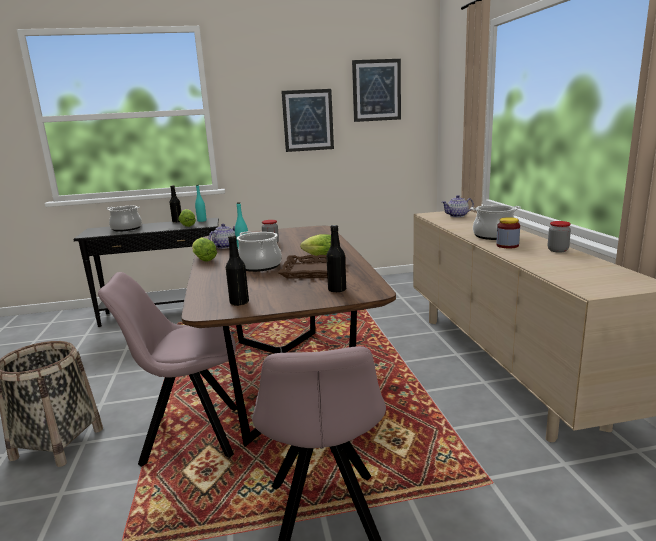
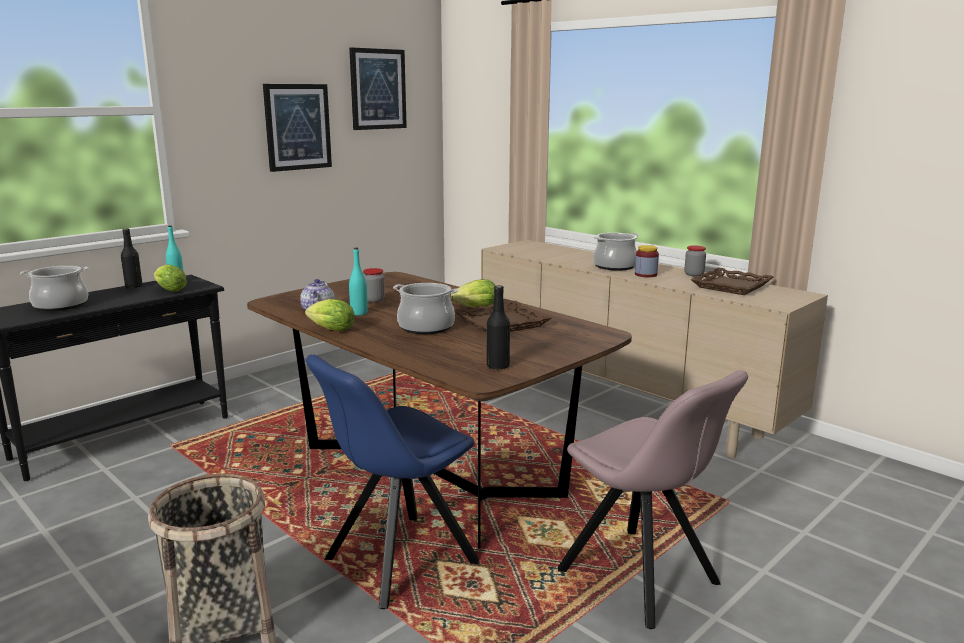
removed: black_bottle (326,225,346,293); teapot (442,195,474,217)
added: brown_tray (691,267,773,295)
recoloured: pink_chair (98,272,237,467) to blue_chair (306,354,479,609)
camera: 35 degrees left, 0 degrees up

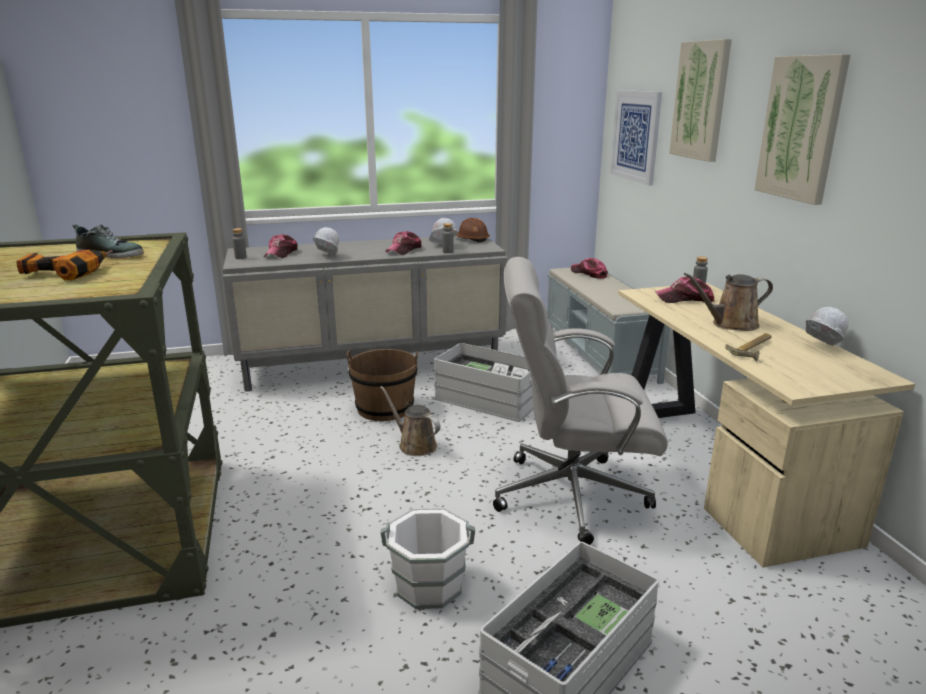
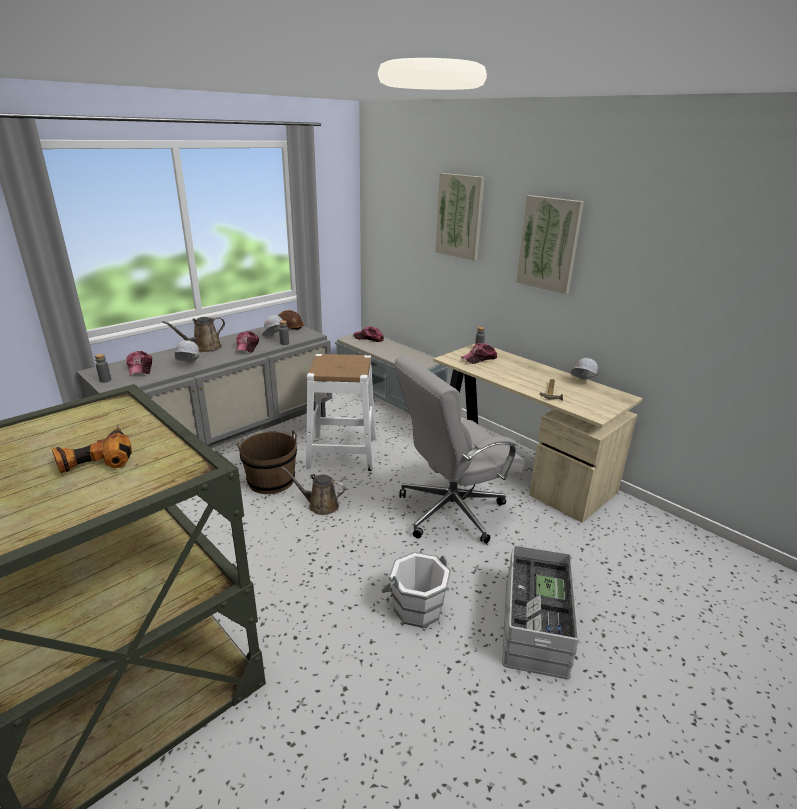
removed: shoe (72,224,144,258); picture (610,90,662,186)
moved: brown_watering_can (684,273,773,331) to (163,317,225,352)
replaced: grey_storage_box (434,343,534,422) to white_stool (306,354,376,471)
camera: 30 degrees left, 5 degrees up

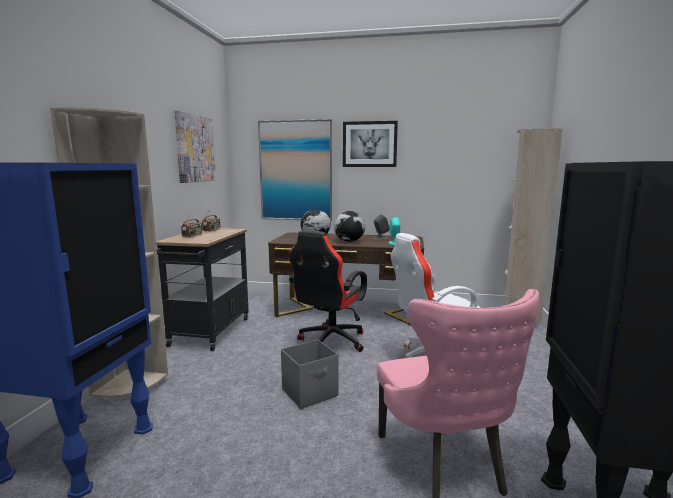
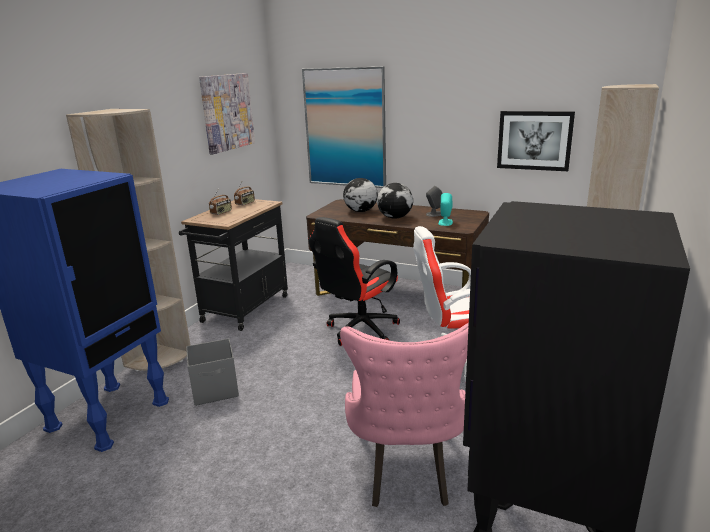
moved: grey_storage_box (281,339,338,409) to (186,338,239,406); picture (343,121,398,167) to (497,111,575,171)
camera: 15 degrees right, 10 degrees up

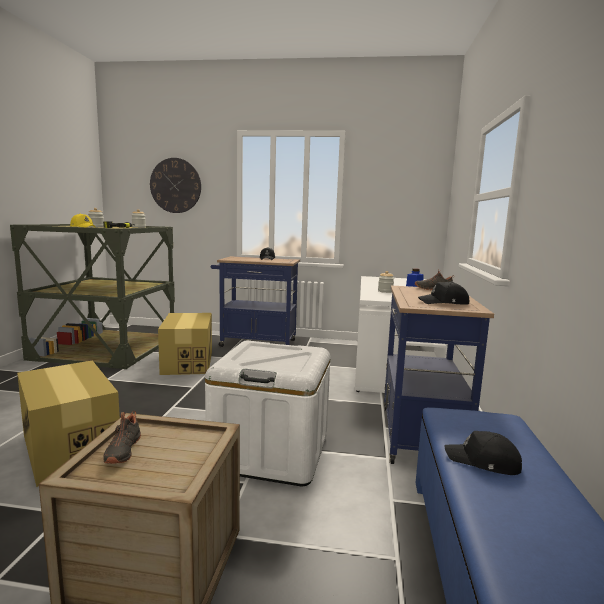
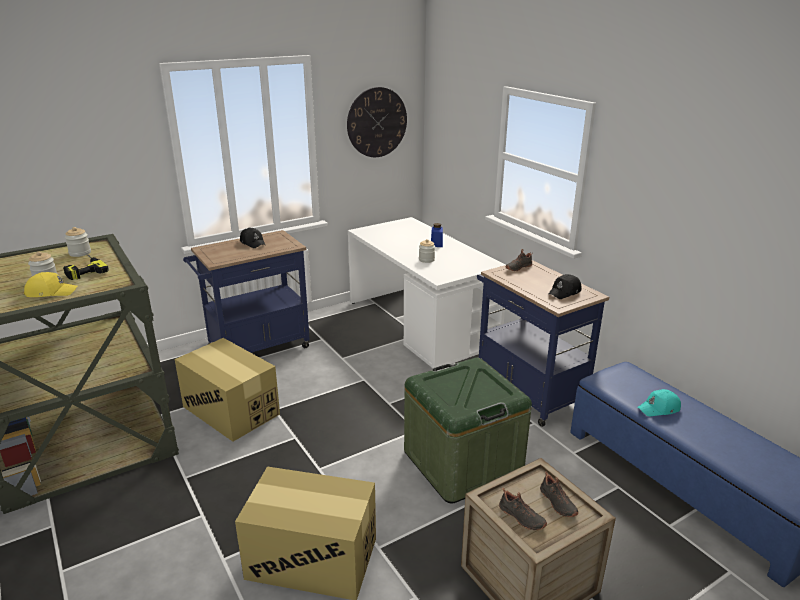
added: black_shoe (540,471,578,517)
moved: wall_clock (150,158,201,213) to (347,87,407,157)
recoloured: white_storage_box (205,341,330,486) to green_storage_box (404,357,532,503); black_cap (444,431,522,475) to turquoise_cap (638,389,681,416)
camera: 40 degrees left, 15 degrees up

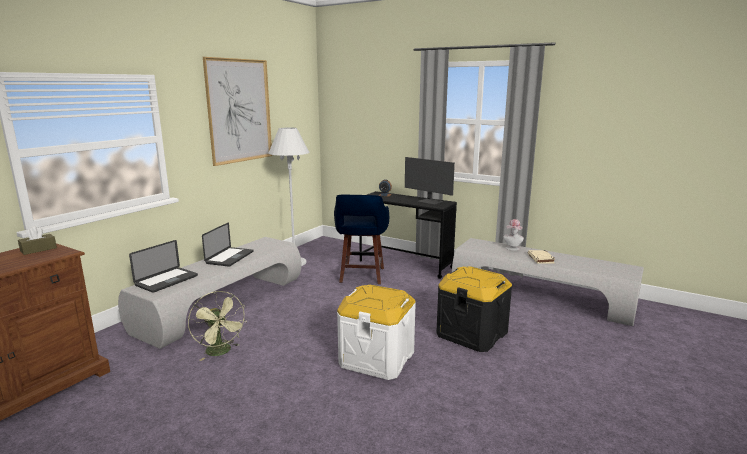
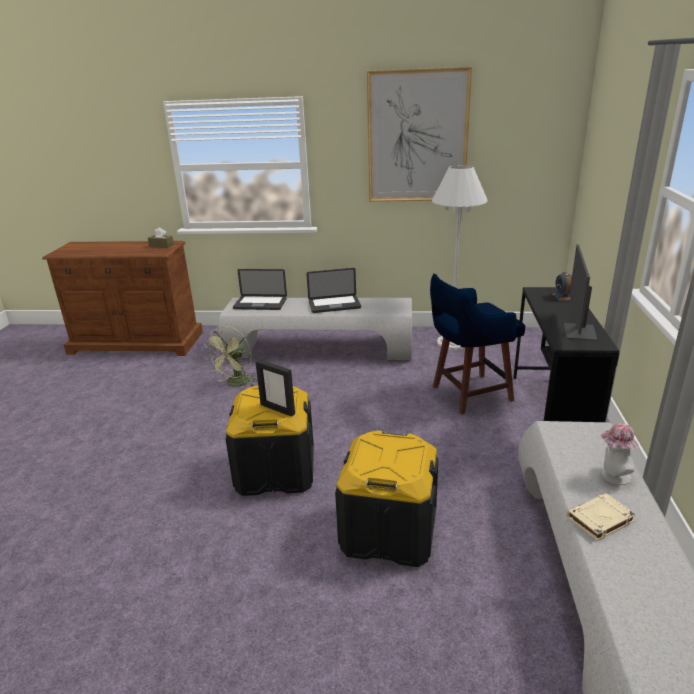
added: picture_frame (255,360,295,417)
recoloured: white_storage_box (337,285,416,380) to black_storage_box (226,385,314,496)
camera: 65 degrees right, 10 degrees up

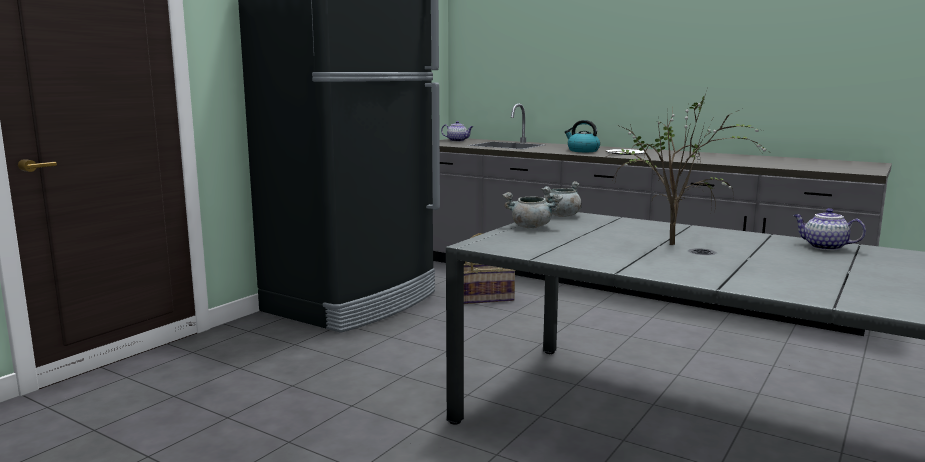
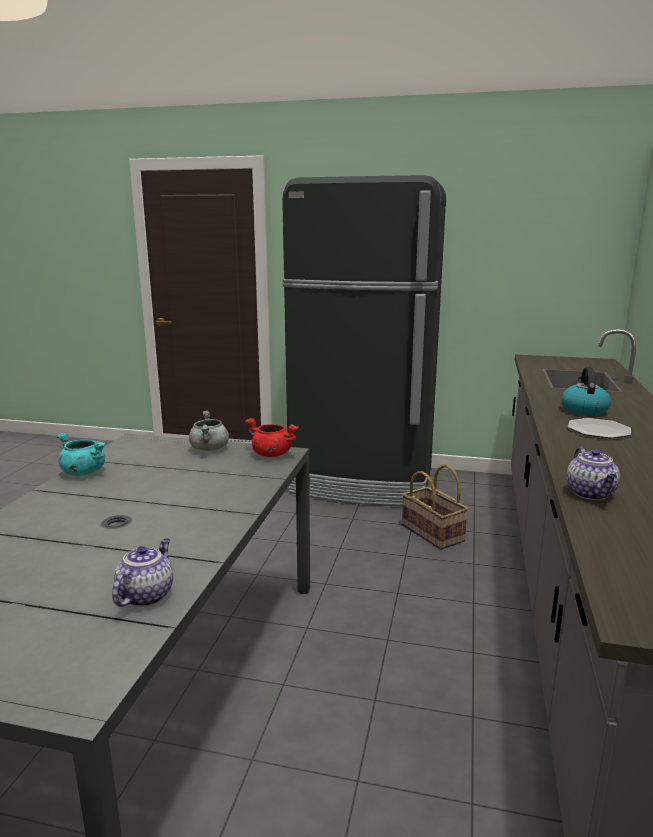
removed: potted_plant (606,94,768,245)
added: turquoise_cooking_pot (57,433,106,476)
moved: teapot (441,121,473,142) to (567,447,620,500)
recoloured: grey_cooking_pot (541,181,582,217) to red_cooking_pot (245,418,299,457)
camera: 70 degrees right, 5 degrees up

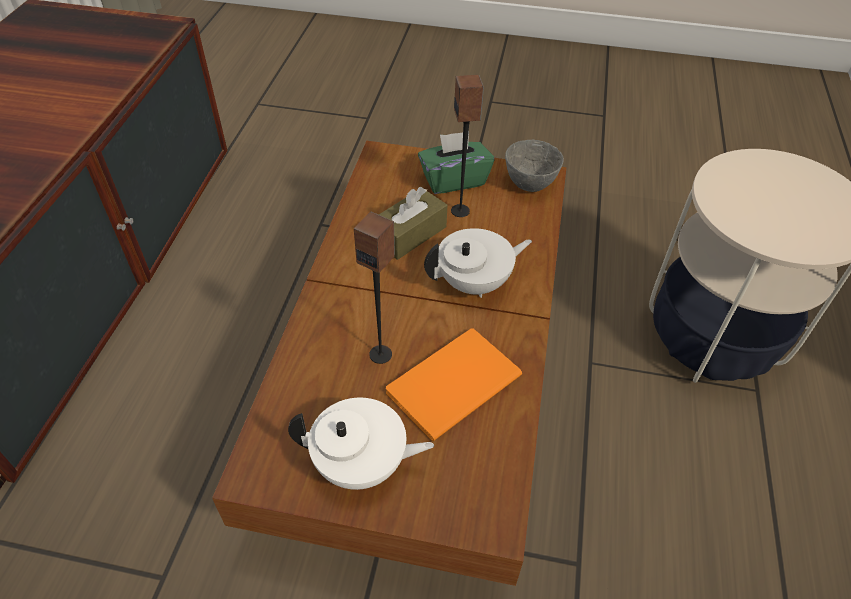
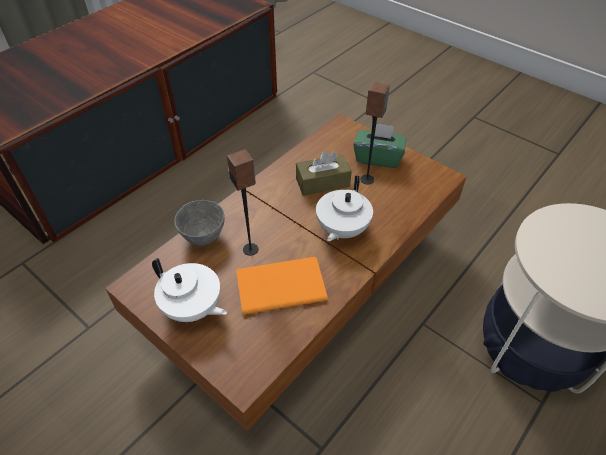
moved: grey_bowl (505,140,564,192) to (174,200,225,245)
turned: white_teapot (424,228,532,298) = (316,175,373,242) 105 degrees clockwise
camera: 30 degrees right, 0 degrees up

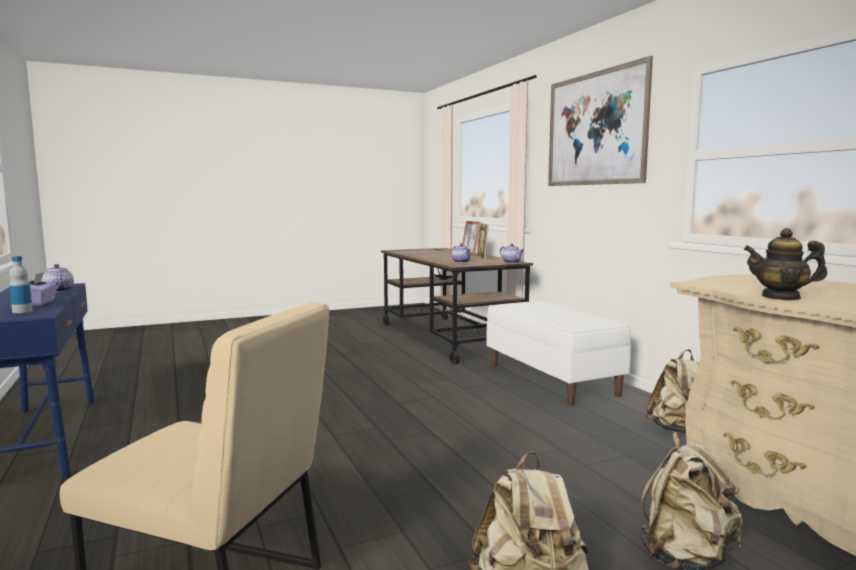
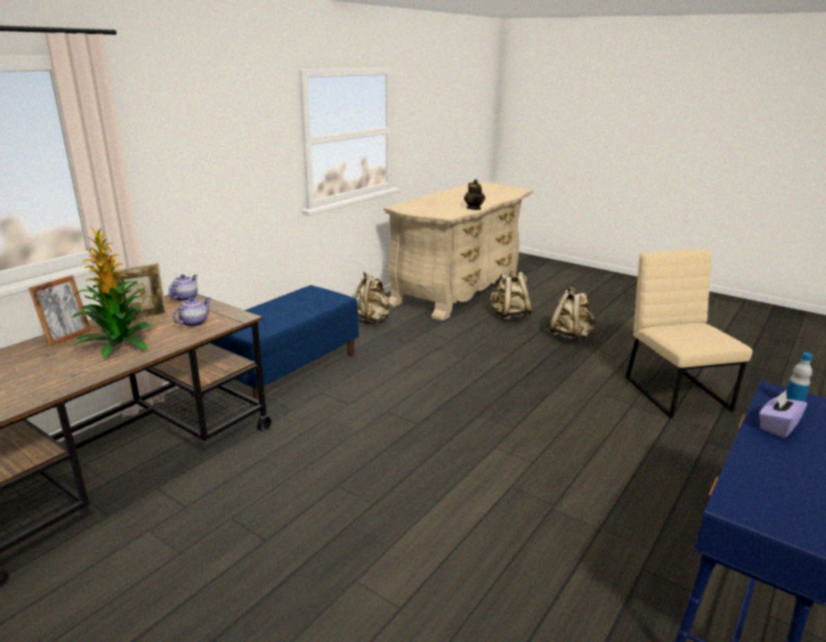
removed: teapot (41,264,74,292); picture (548,56,653,186)
added: potted_plant (71,227,156,358)
recoloured: white_bench (486,301,631,406) to blue_bench (211,285,359,401)
camera: 120 degrees left, 15 degrees up

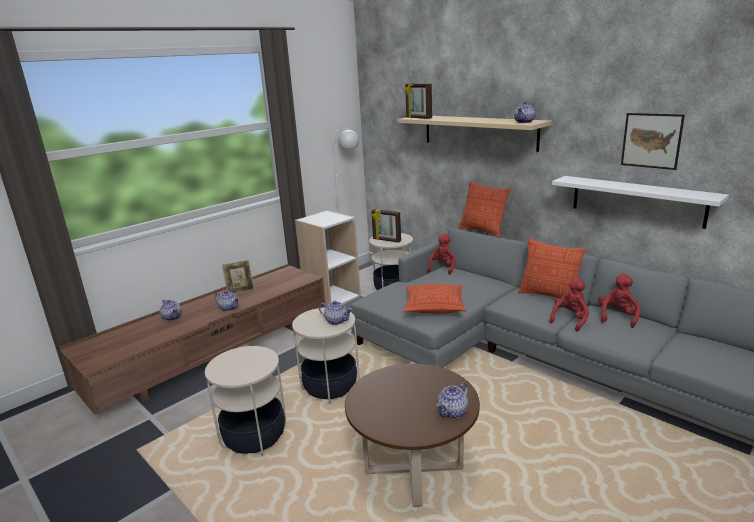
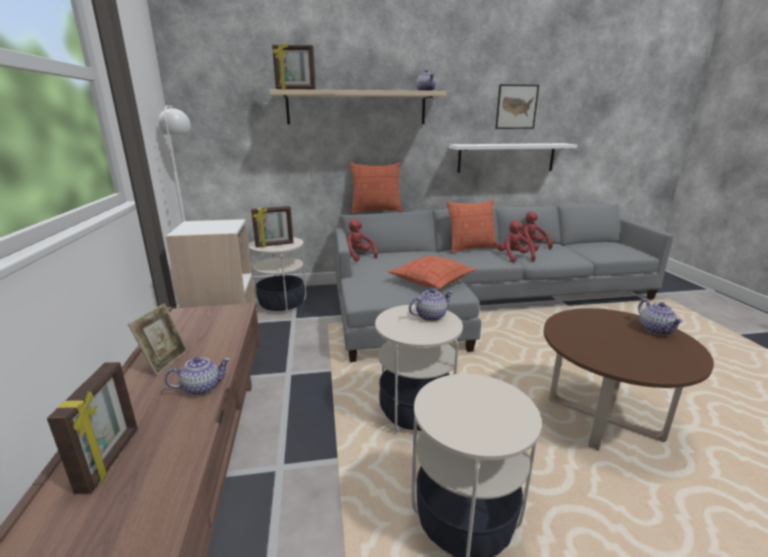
replaced: teapot (160,300,182,321) to picture_frame (47,362,138,494)
camera: 55 degrees left, 0 degrees up

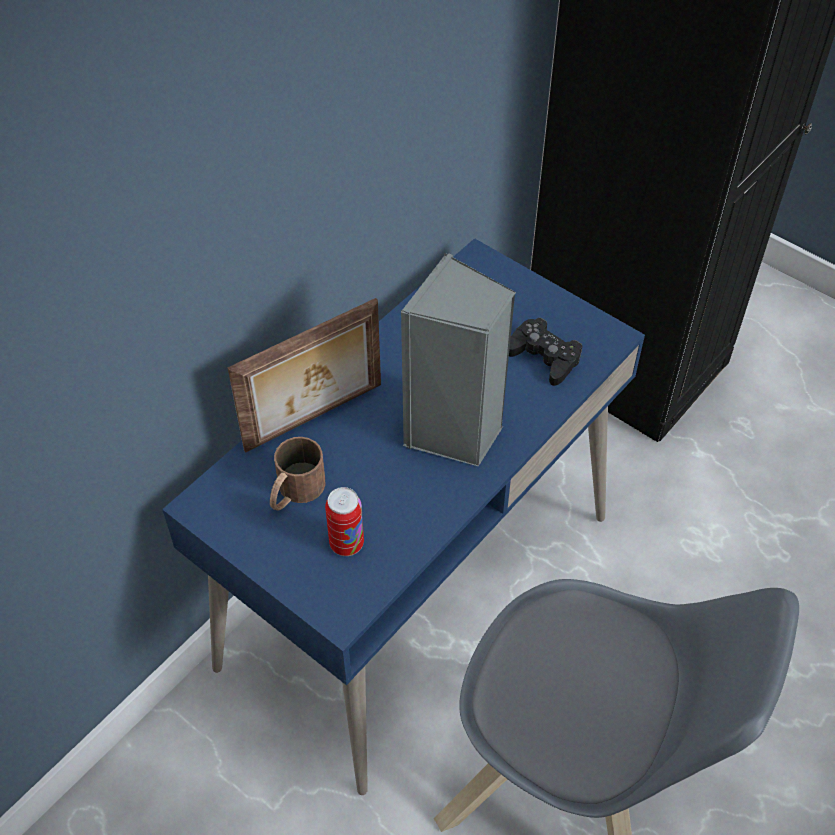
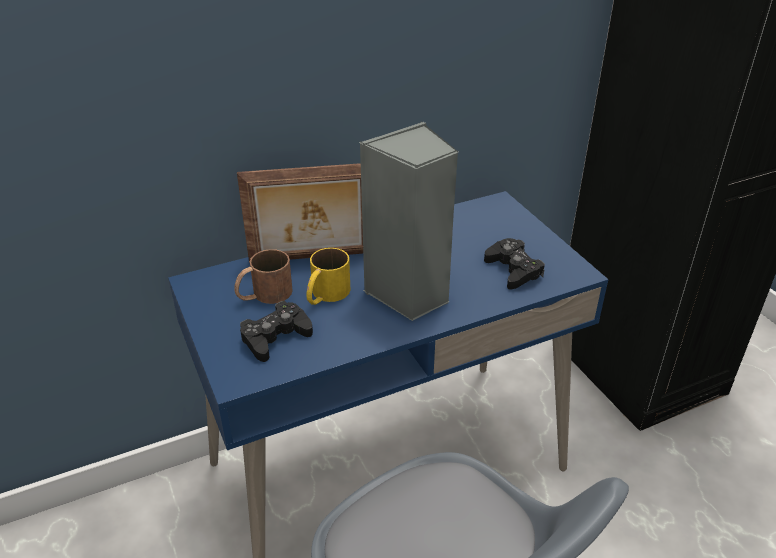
added: yellow_mug (307,248,351,305)
replaced: can (325,487,364,556) to black_game_controller (240,301,313,362)
camera: 25 degrees right, 15 degrees down

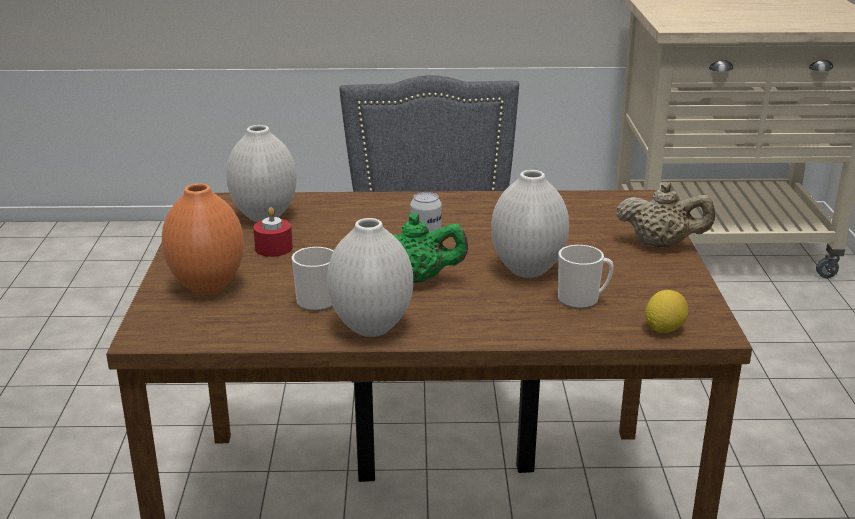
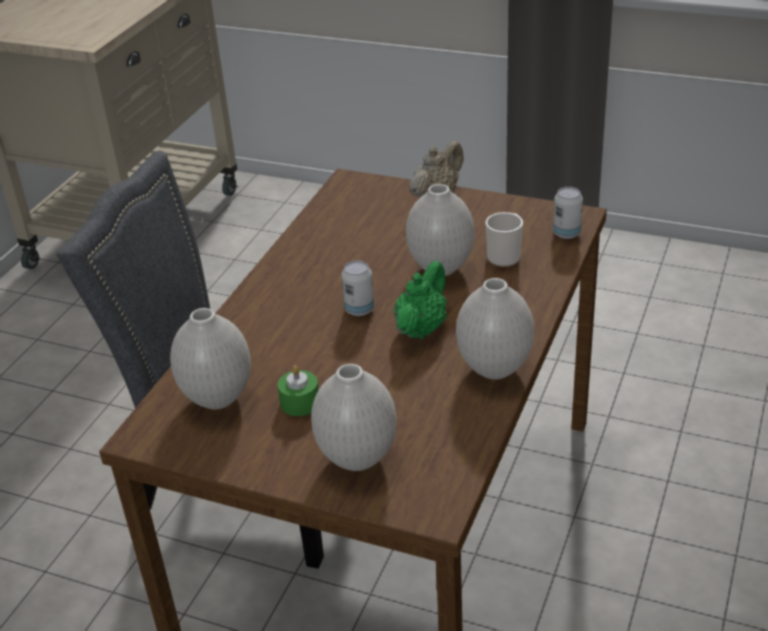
removed: mug (292,247,334,312)
replaced: lemon (645,290,688,333) to can (553,187,583,239)
recoloured: orange_vase (162,183,244,294) to white_vase (311,364,397,471); red_candle (253,207,293,257) to green_candle (277,366,319,416)
camera: 65 degrees left, 10 degrees up

